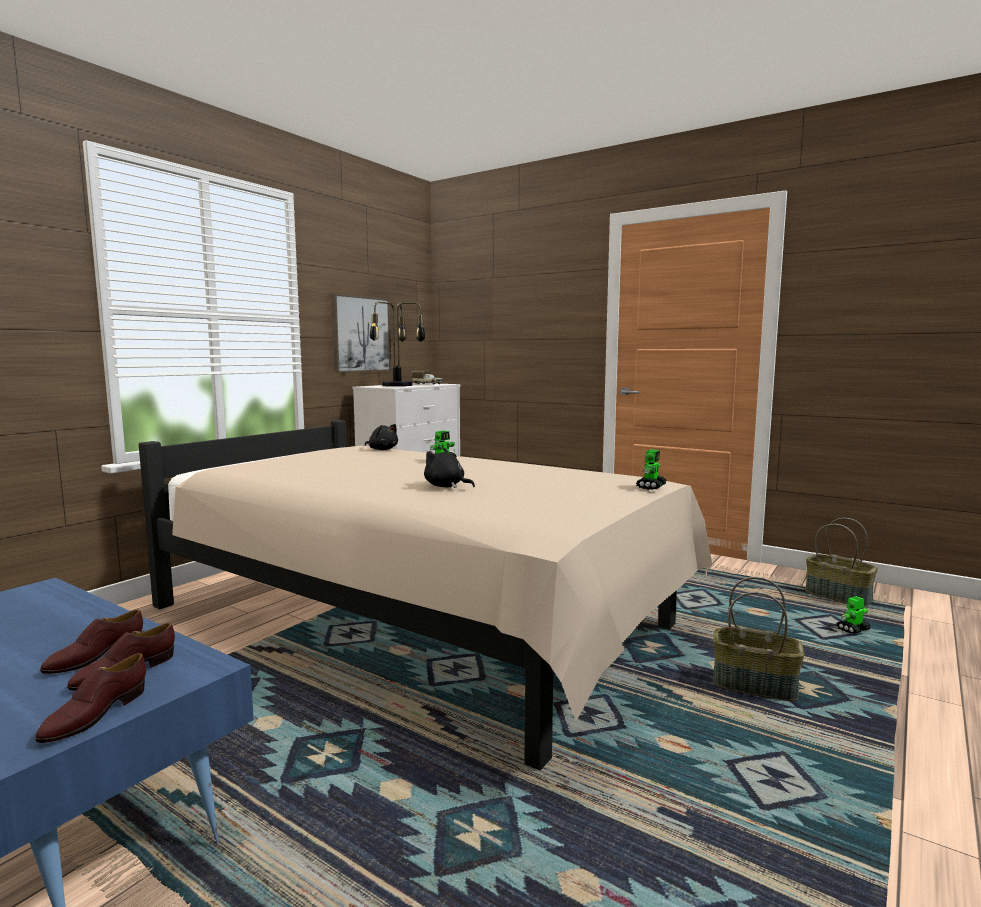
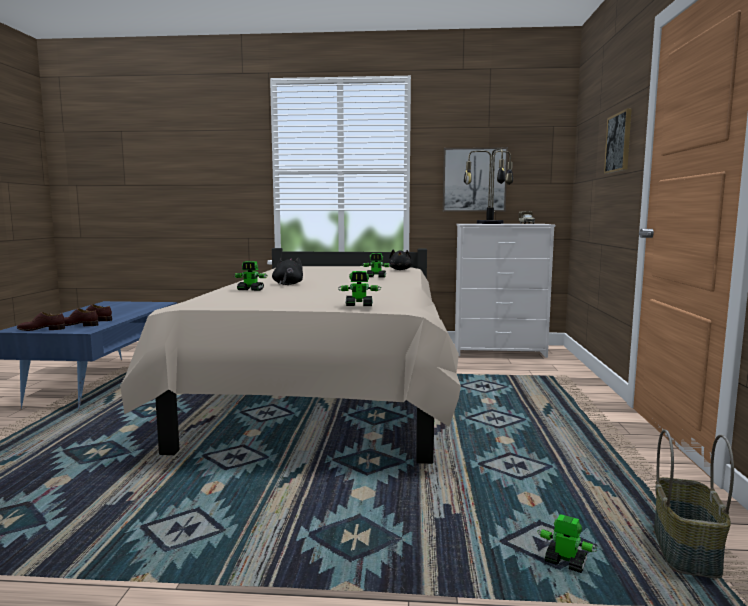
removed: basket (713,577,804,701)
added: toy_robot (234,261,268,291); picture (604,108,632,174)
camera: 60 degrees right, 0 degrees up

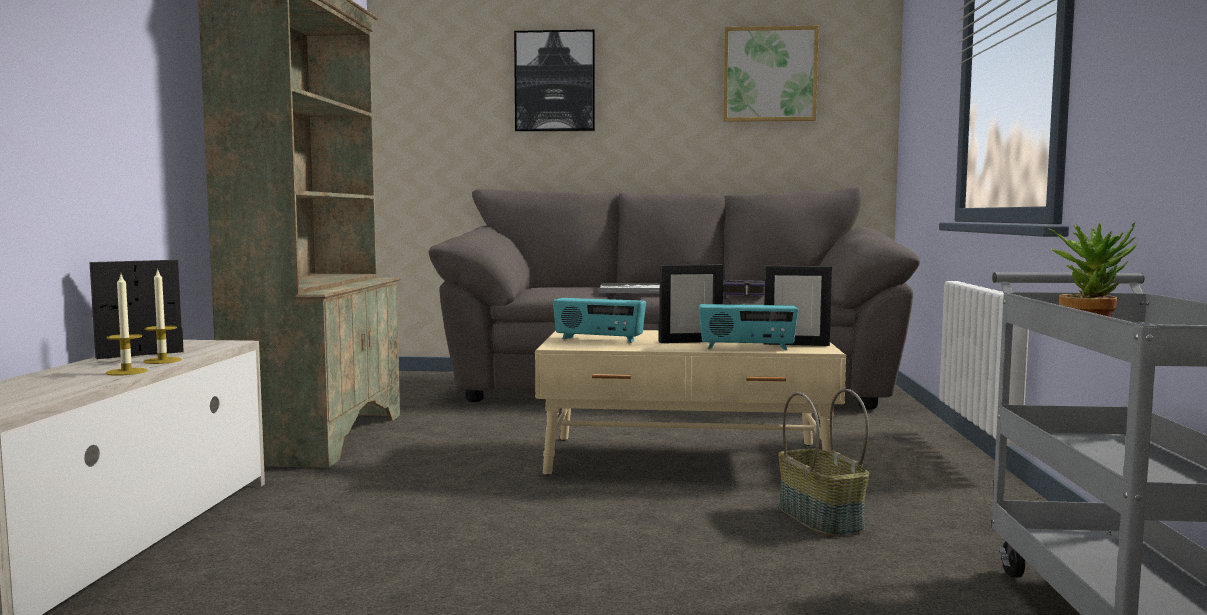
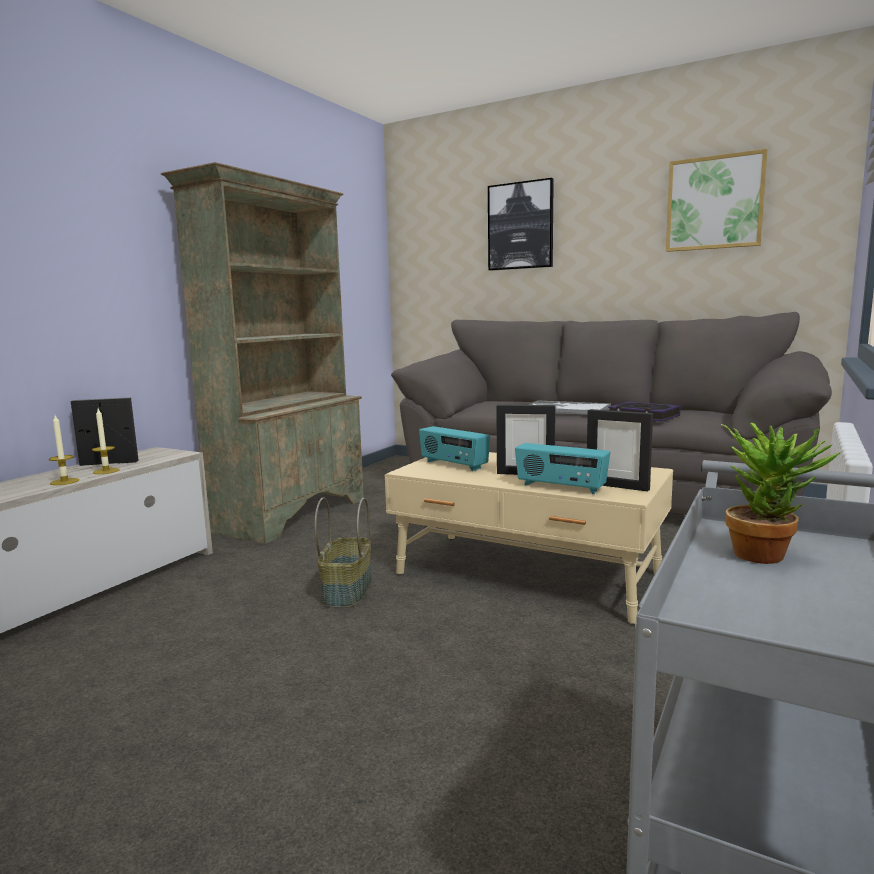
moved: basket (778,389,869,537) to (315,497,371,607)
camera: 25 degrees right, 5 degrees up

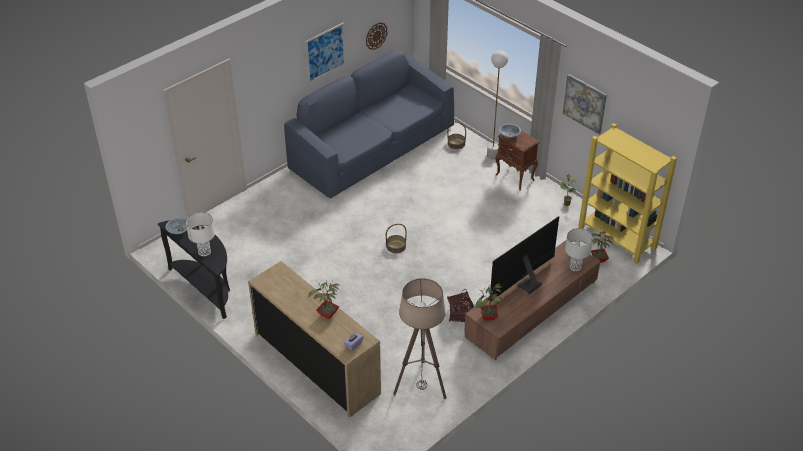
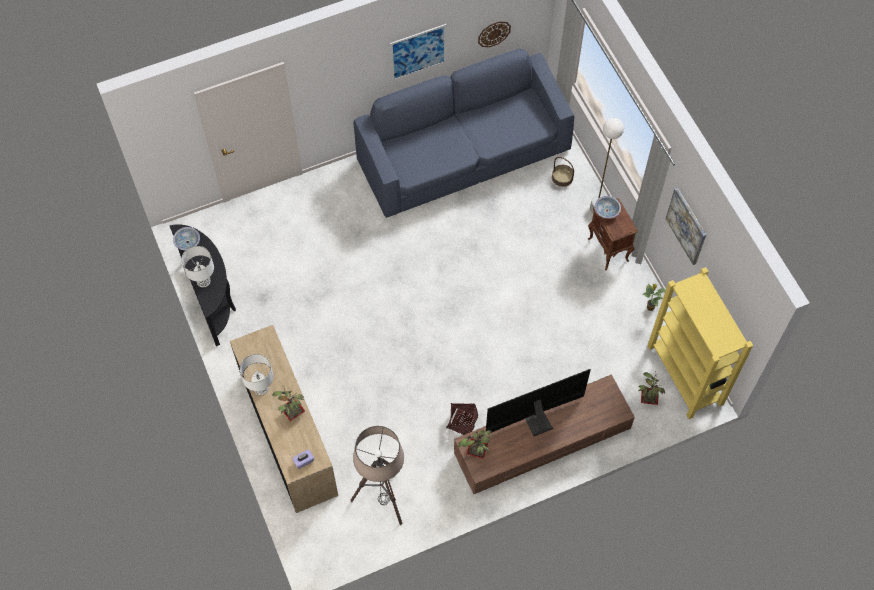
removed: basket (386,224,407,254)
moved: white_table_lamp (565,228,593,271) to (240,354,273,395)
camera: 20 degrees right, 20 degrees up

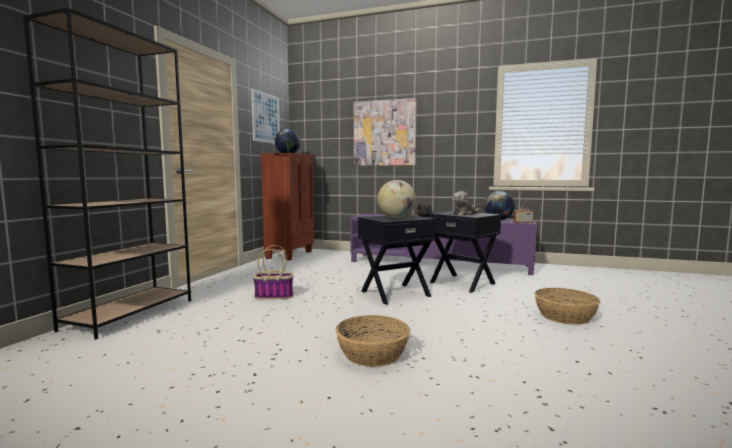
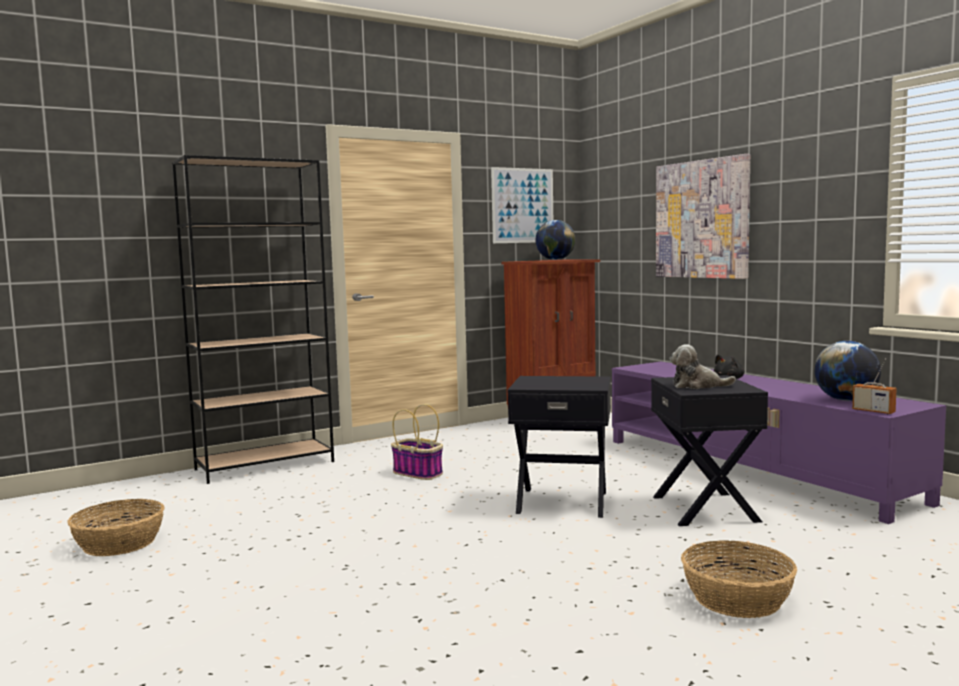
removed: globe (377,180,416,219)
moved: basket (335,315,411,367) to (67,499,164,556)
camera: 40 degrees right, 0 degrees up

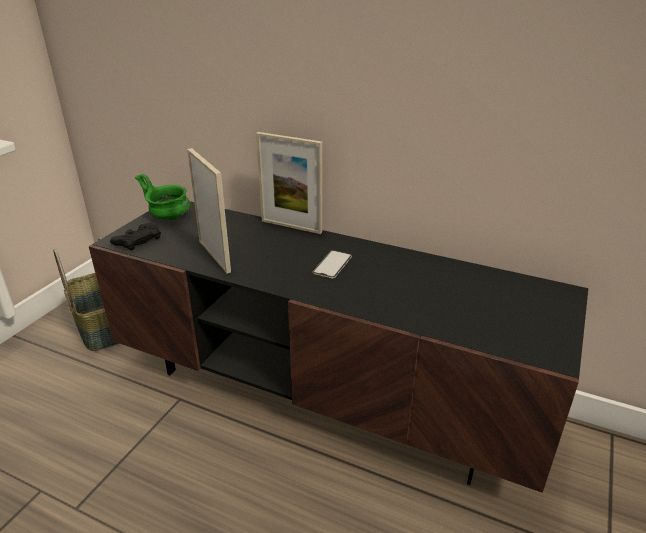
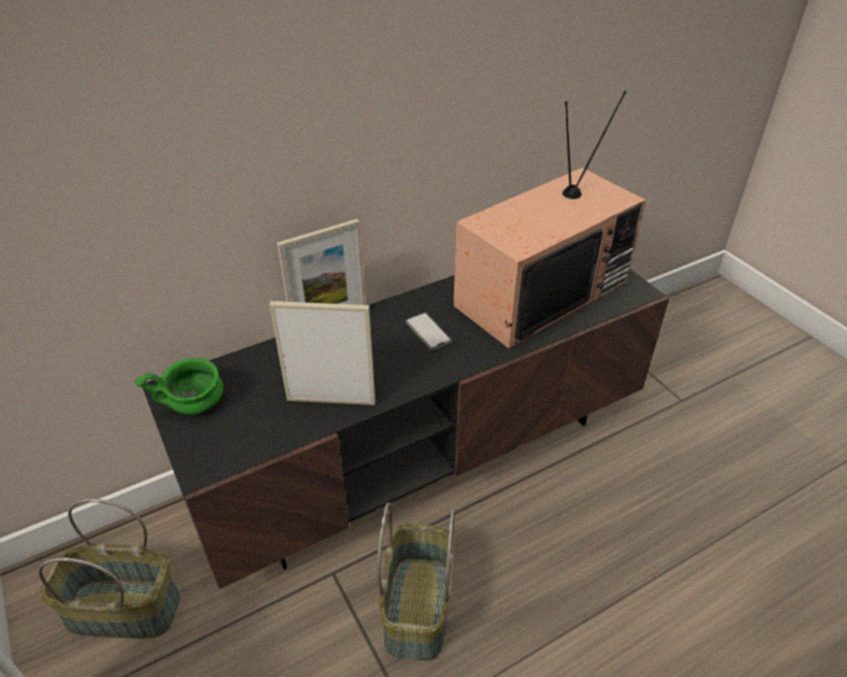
removed: black_game_controller (110,223,161,251)
added: basket (377,503,455,661); television (453,91,646,349)
camera: 55 degrees left, 10 degrees up

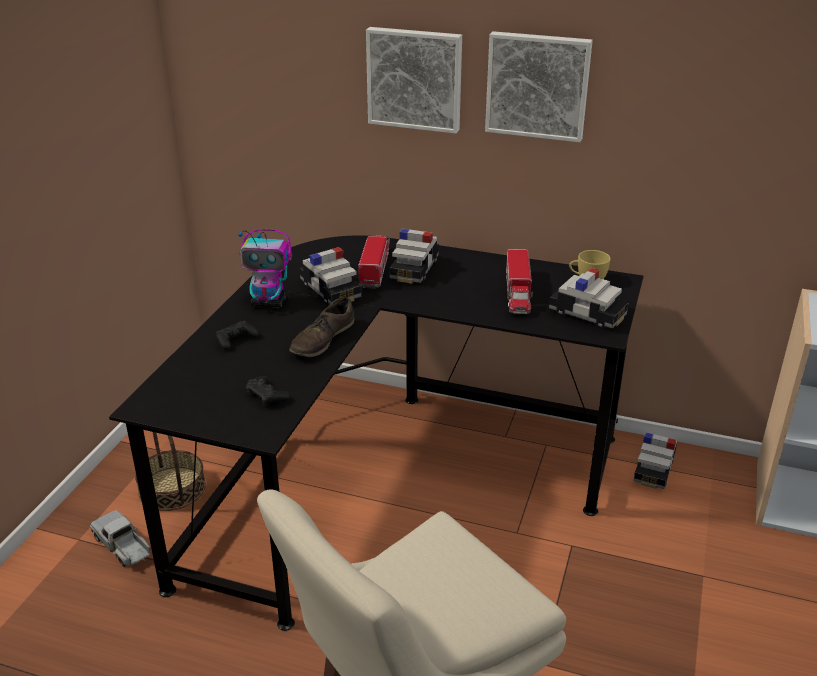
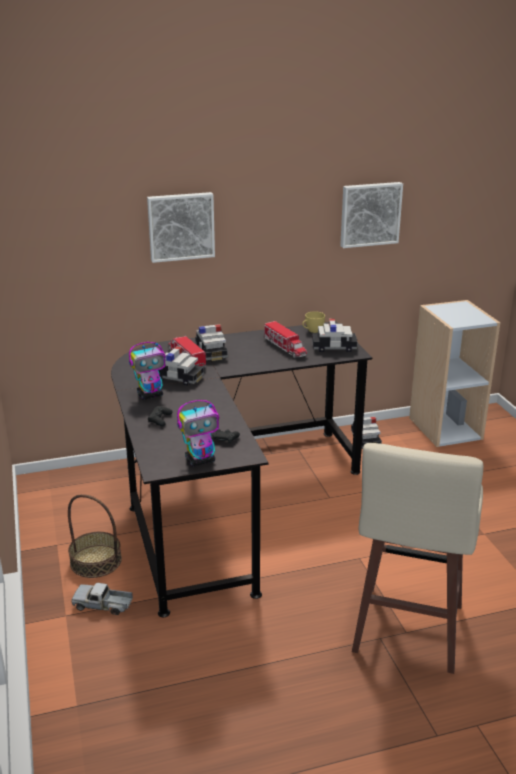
removed: brown_shoe (289,297,355,357)
added: toy_robot (177,400,219,467)
moved: picture (485,31,593,142) to (340,182,403,248)
camera: 35 degrees left, 5 degrees down

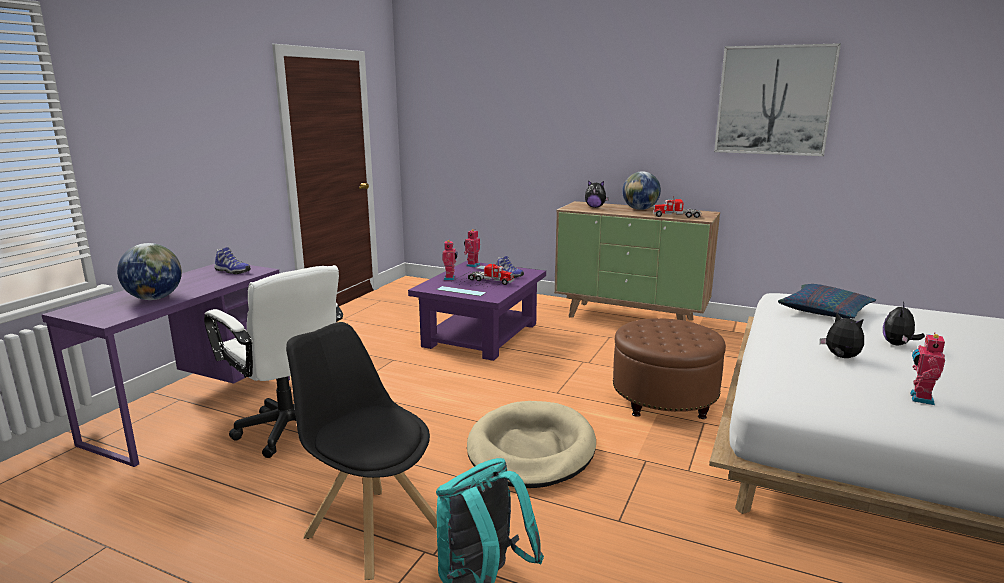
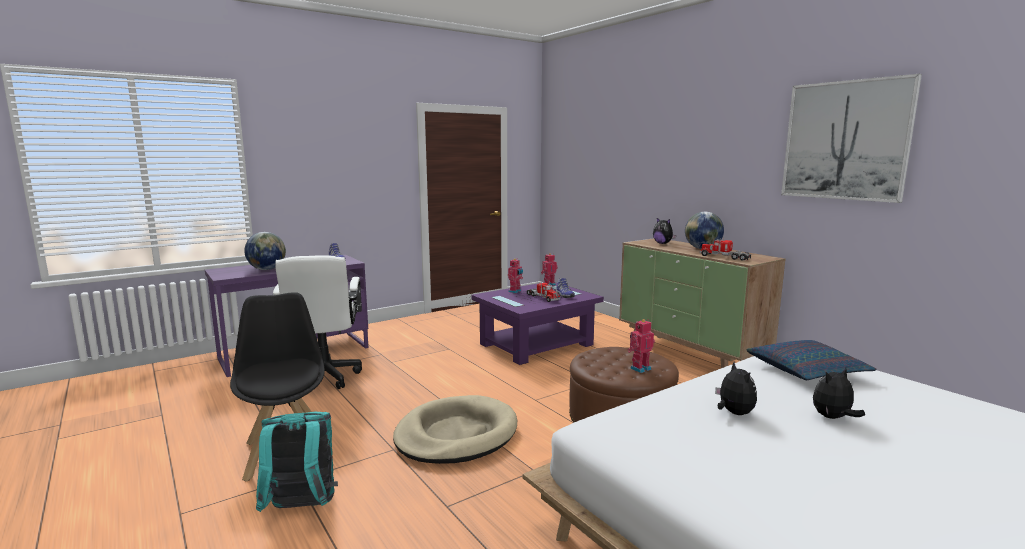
moved: toy_robot (910,332,945,405) to (627,319,655,373)
camera: 30 degrees right, 5 degrees down

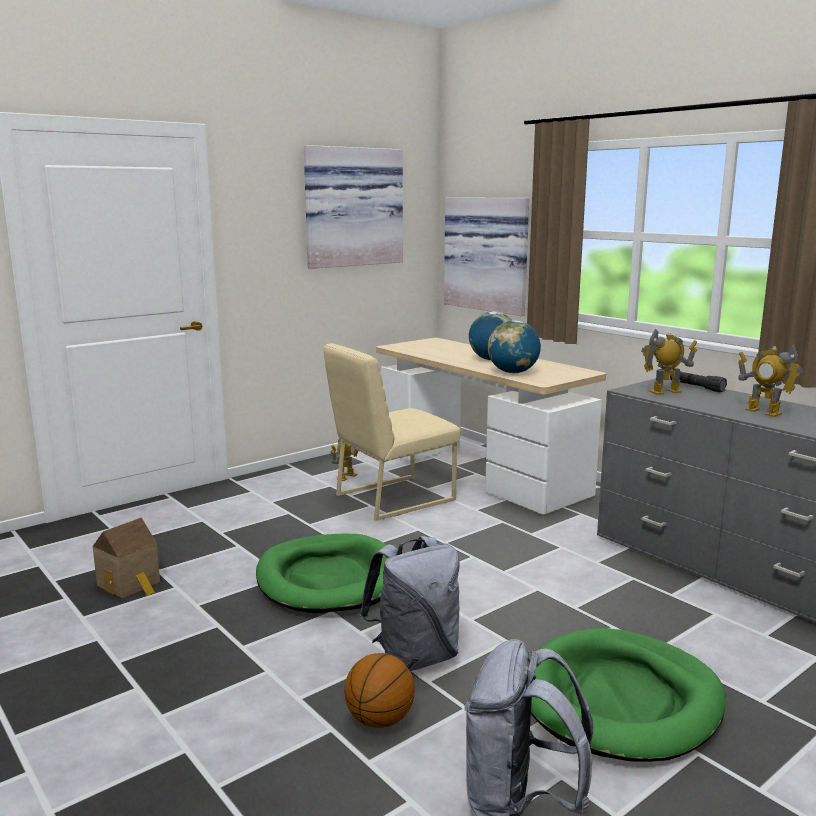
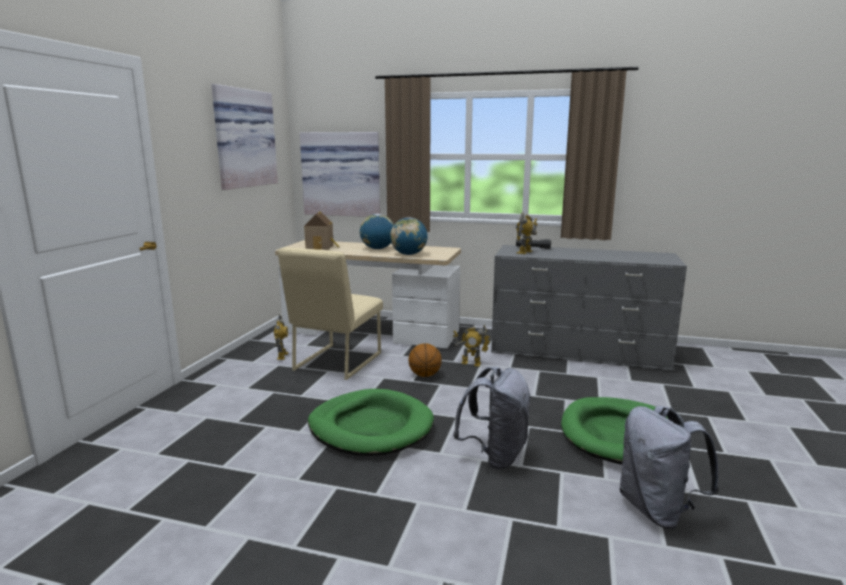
moved: toy_house (93,517,160,599) to (304,211,340,249); basketball (344,653,415,728) to (409,343,442,377); toy_robot (738,345,803,417) to (453,325,491,367)
camera: 35 degrees left, 0 degrees up

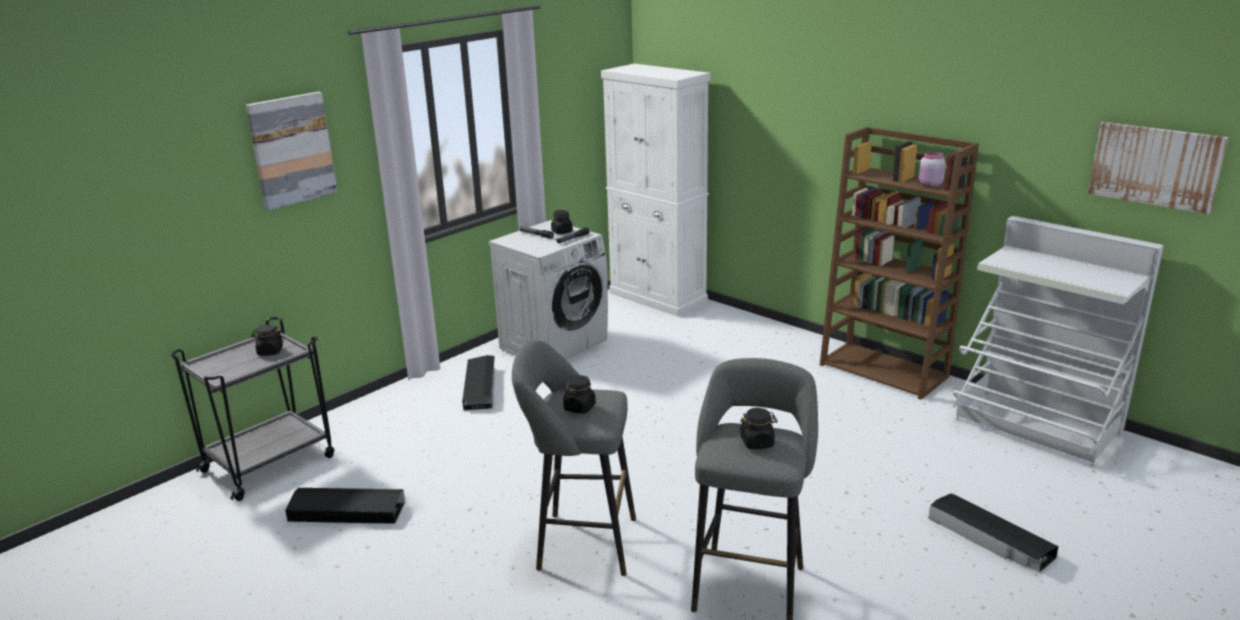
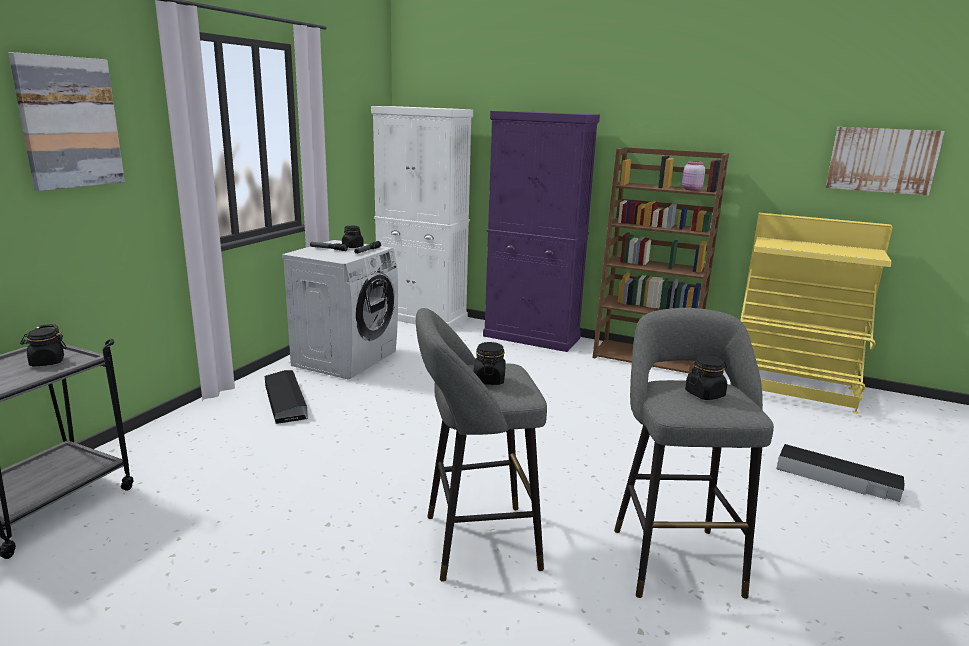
removed: black_storage_box (285,488,405,524)
added: purple_cabinet (483,111,600,352)
recoloured: white_shoe_rack (953,216,1164,468) to yellow_shoe_rack (730,213,893,414)
camera: 20 degrees left, 5 degrees down

